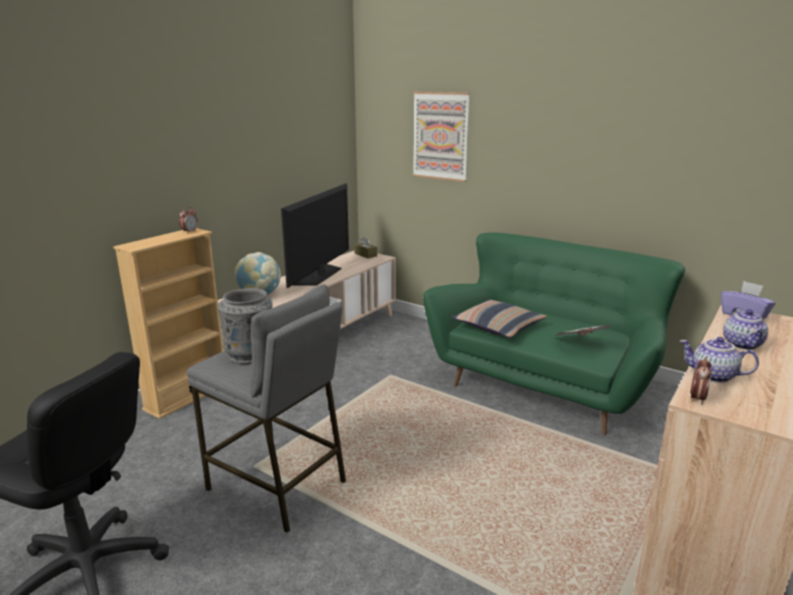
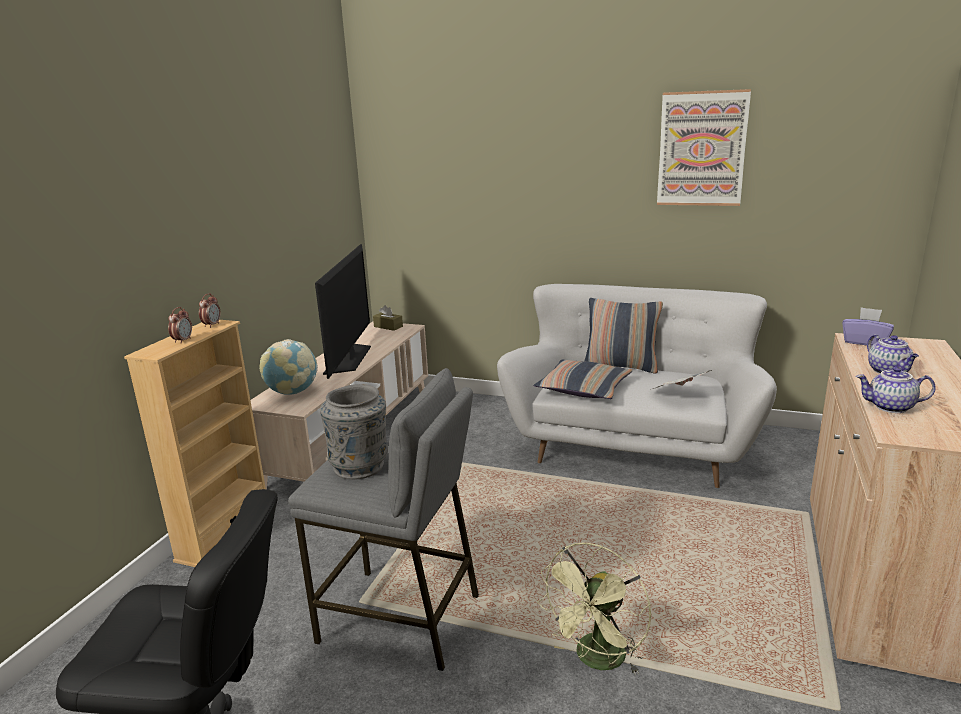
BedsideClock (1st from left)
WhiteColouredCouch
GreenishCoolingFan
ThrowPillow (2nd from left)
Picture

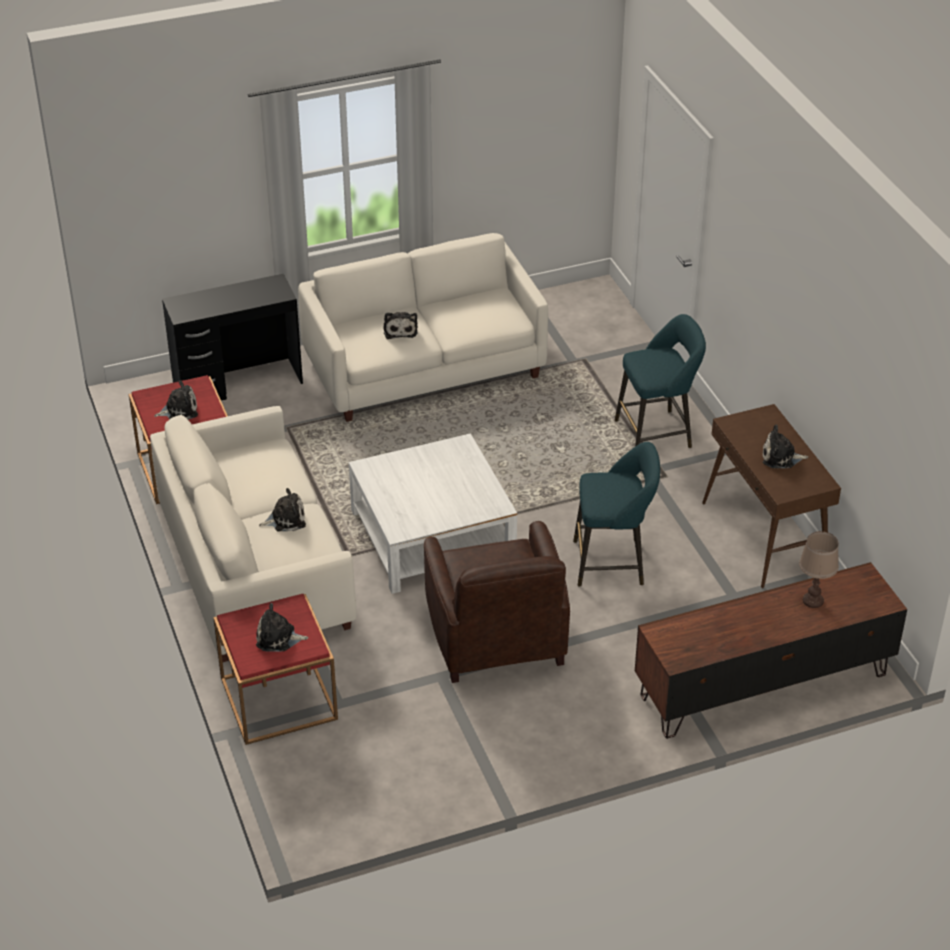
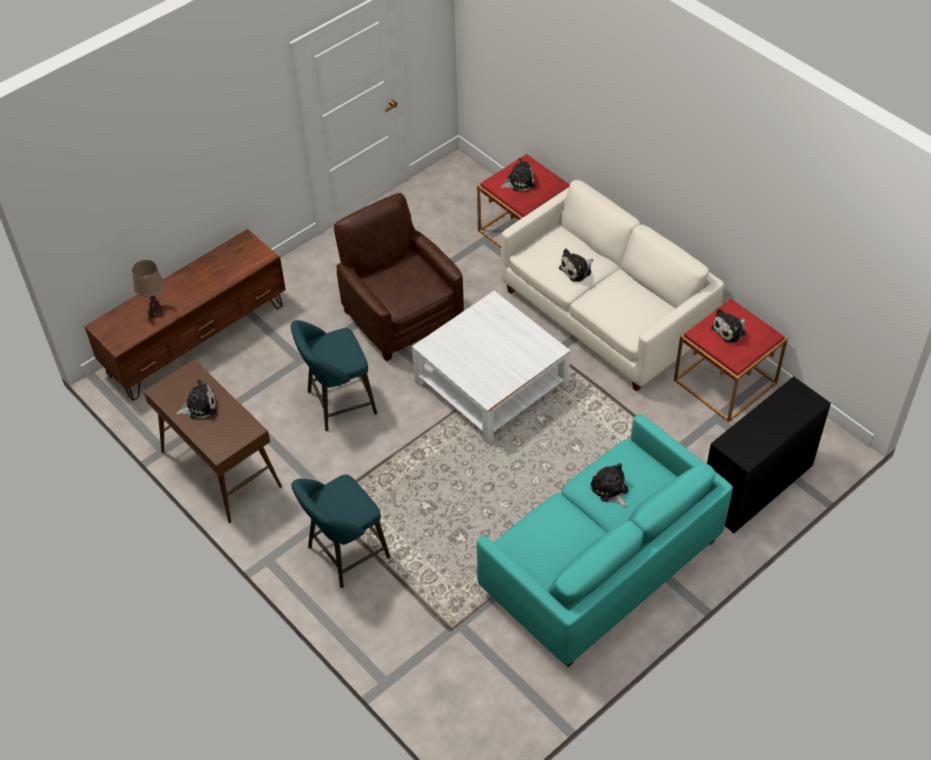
TurquoiseCouch

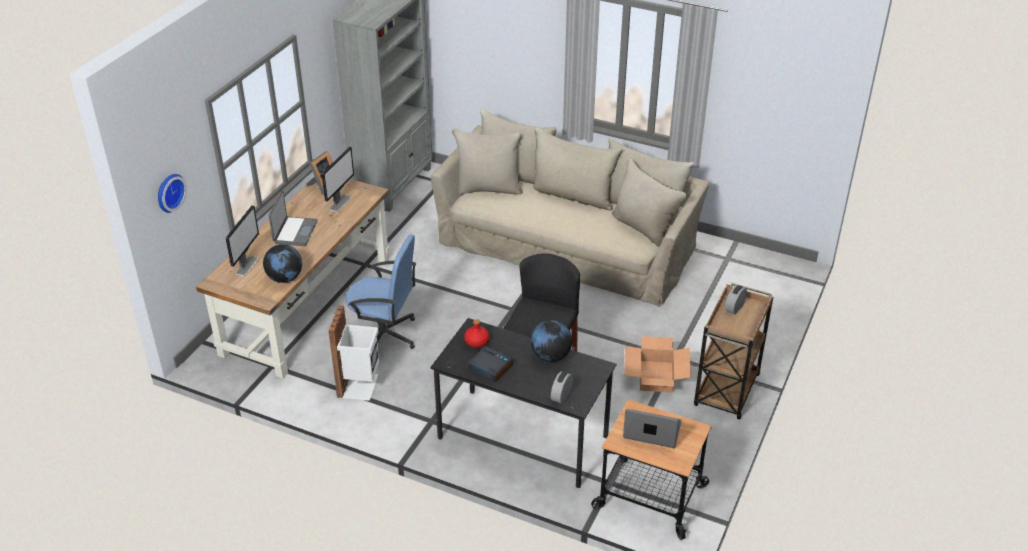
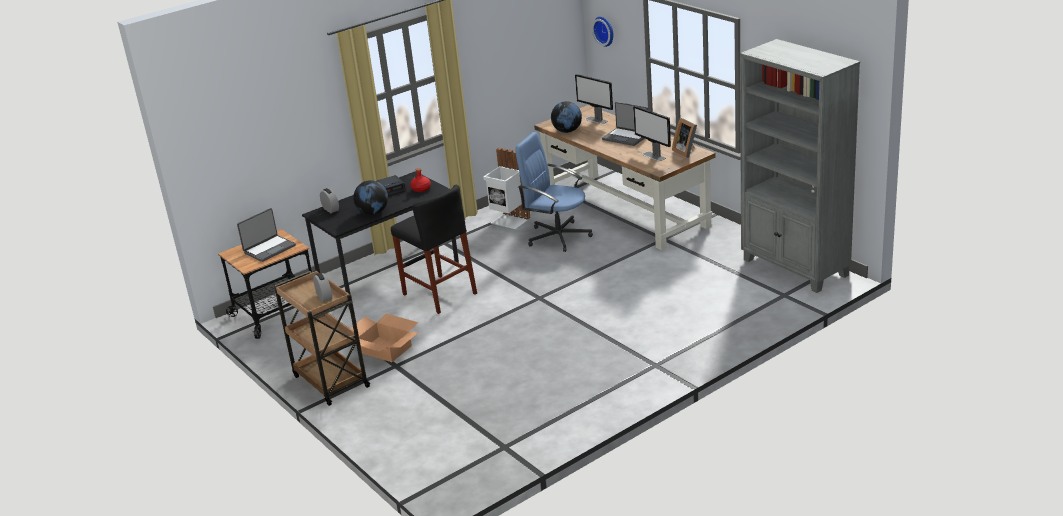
BlueDeskChair
SandColouredCouch

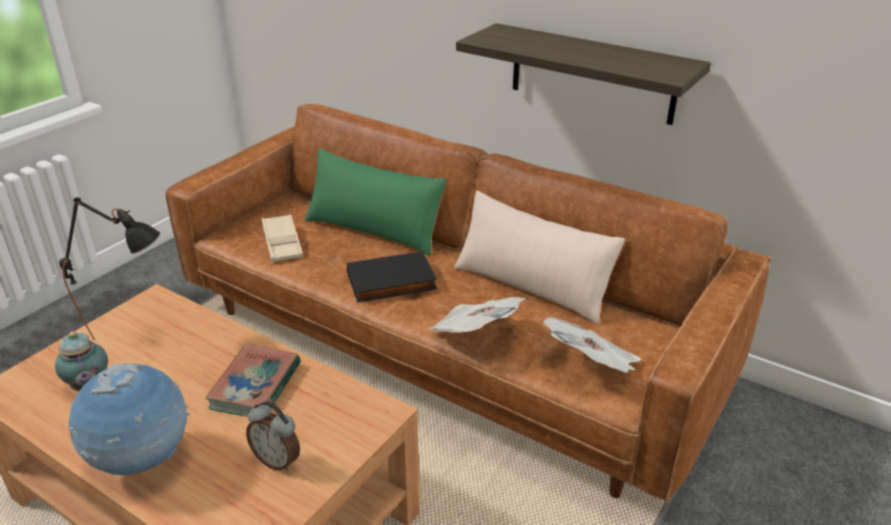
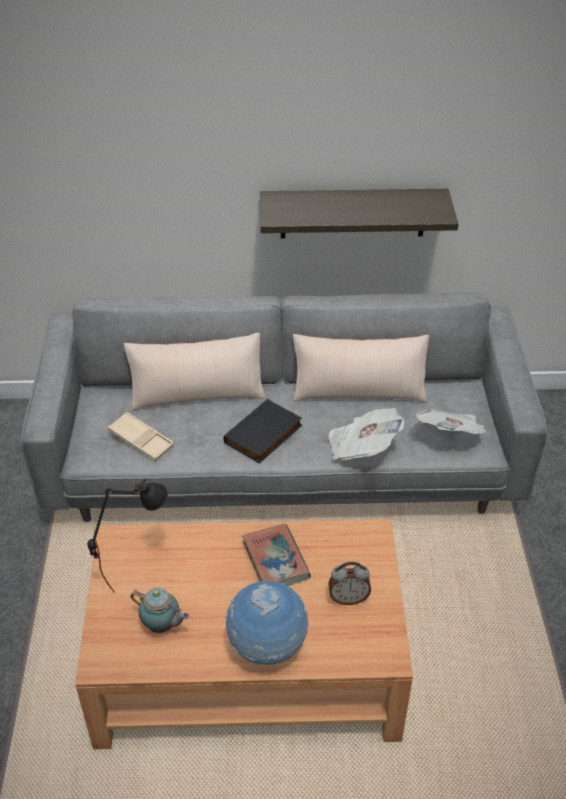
GreyCouch
SandColouredThrowPillow (1st from left)

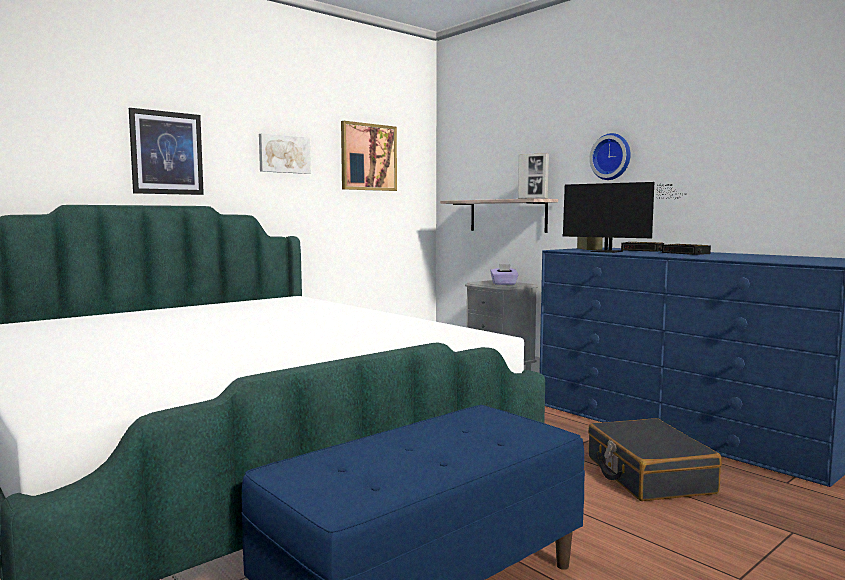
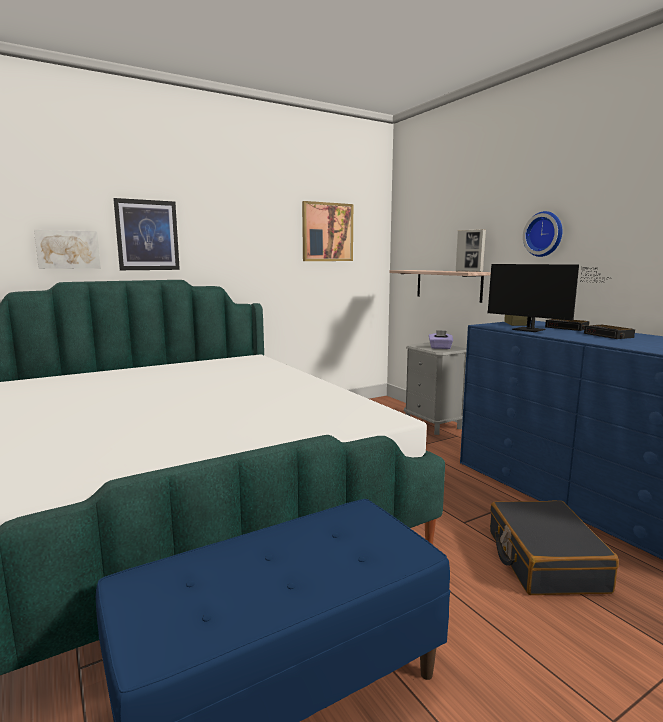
Picture (1st from left)

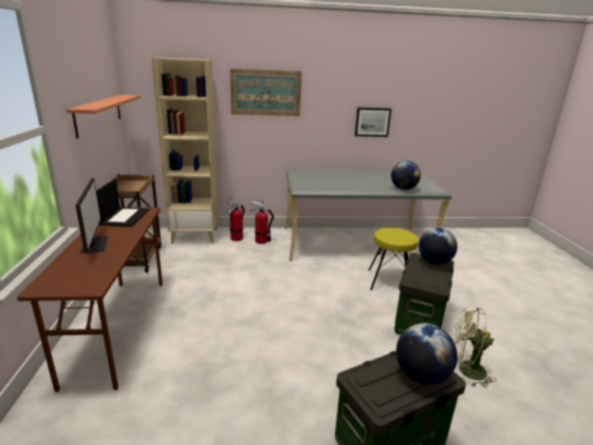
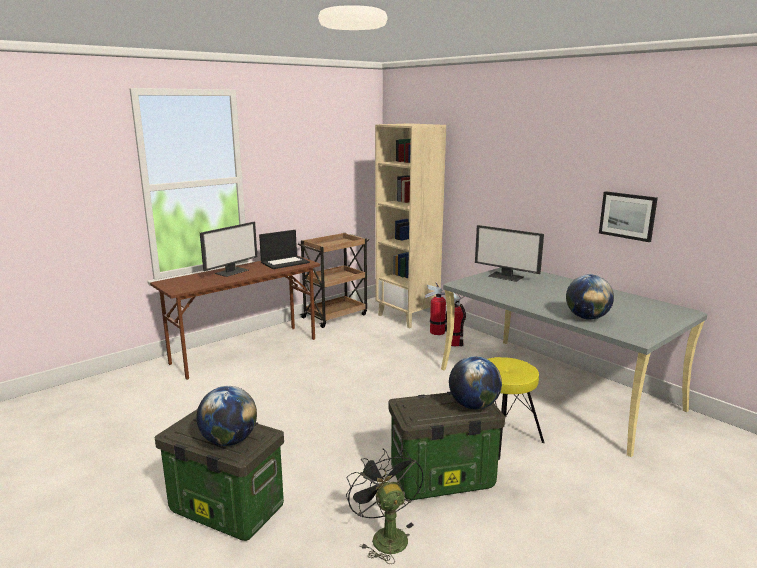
BlackColouredCoolingFan
Monitor (2nd from left)
WallShelf
Picture (1st from left in the first image)

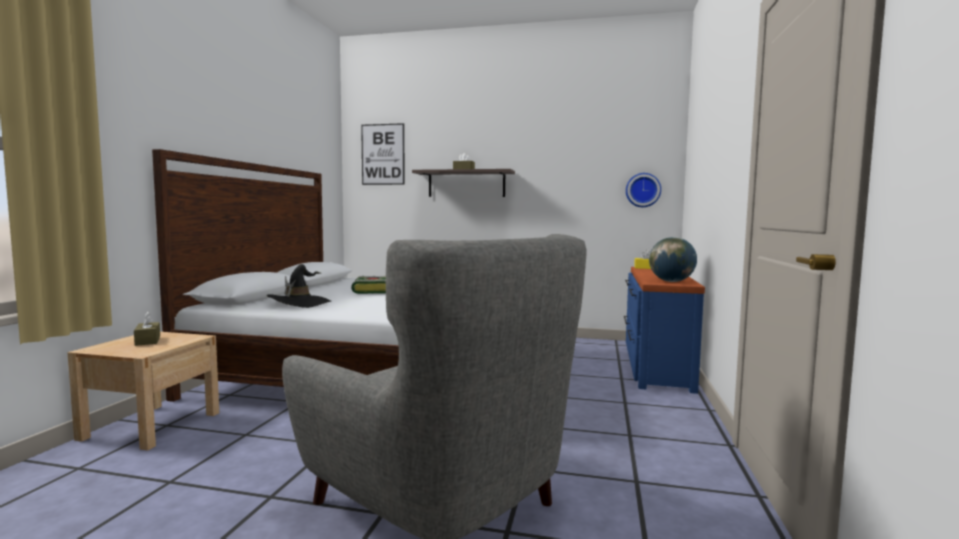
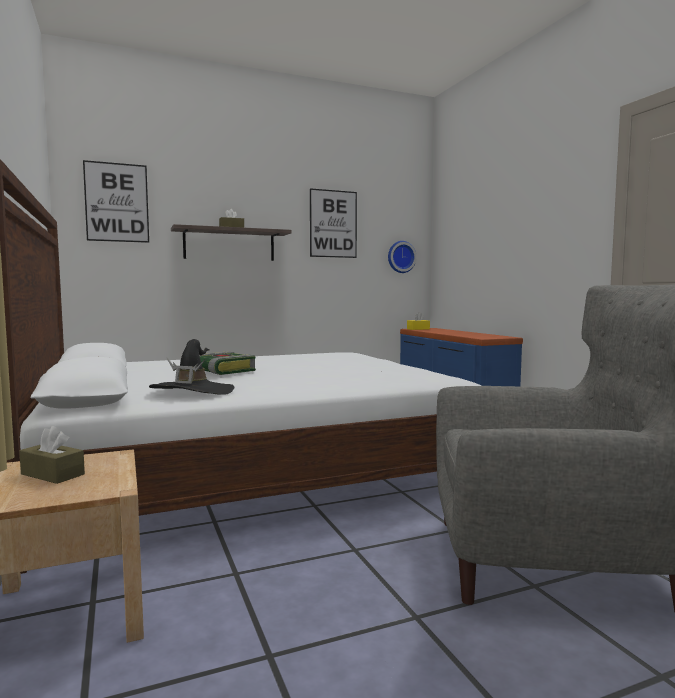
Picture (2nd from left)
DeskGlobe

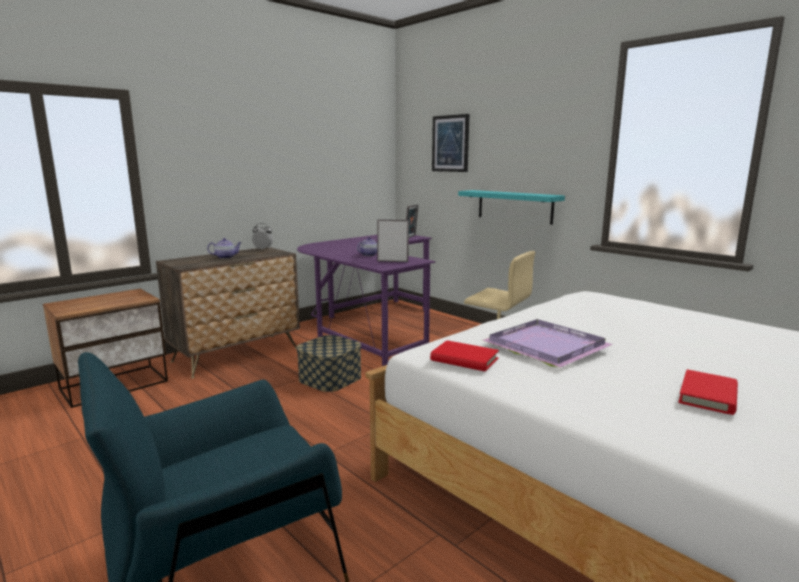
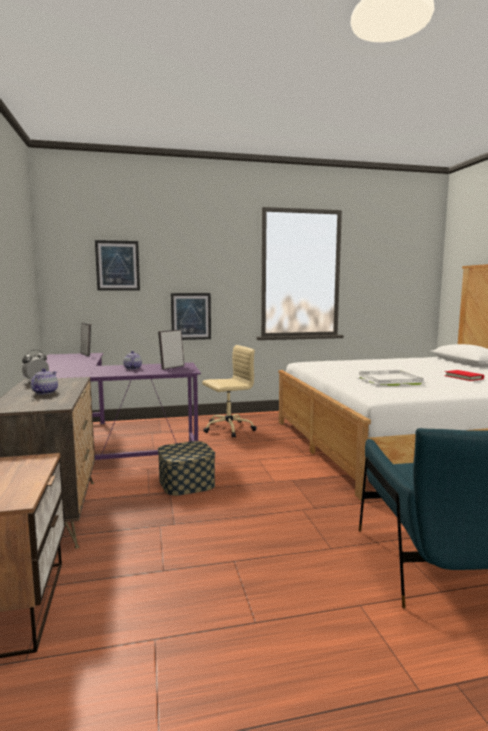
Picture (2nd from left)
WhiteColouredCarryingTray
RedColouredBook (1st from left in the first image)

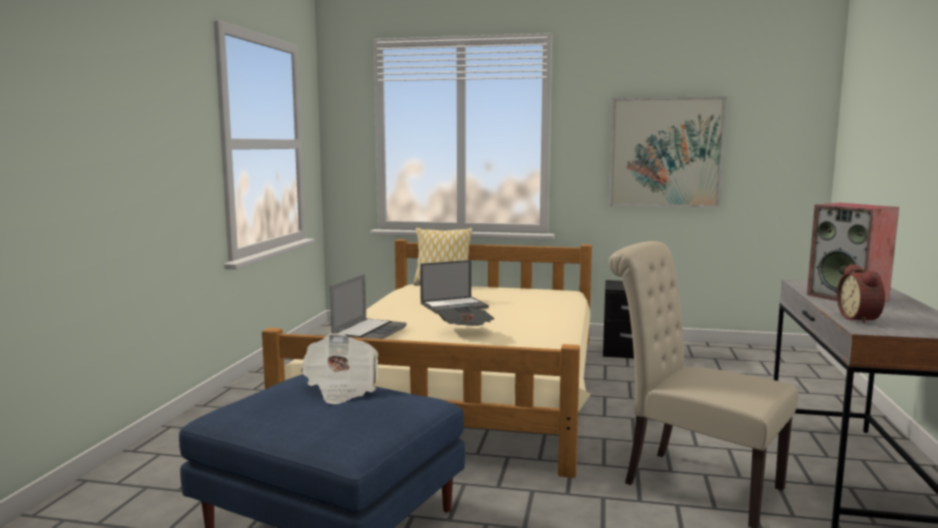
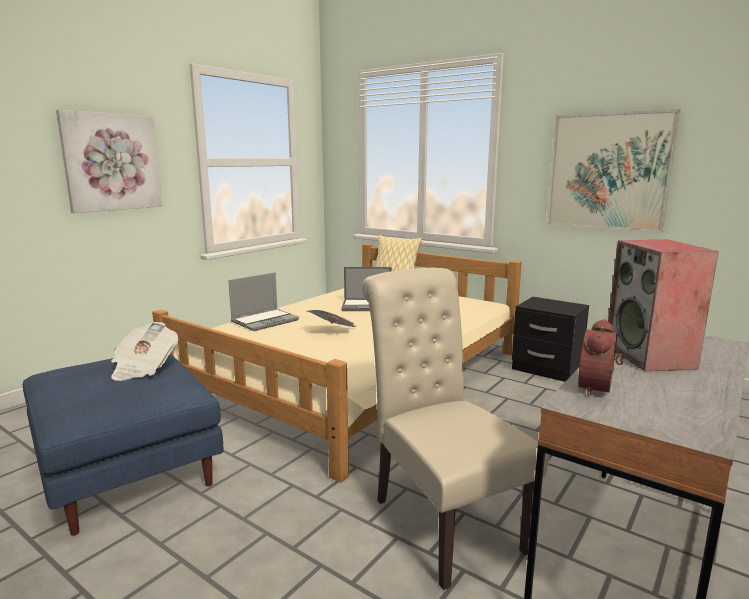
Picture (1st from left)

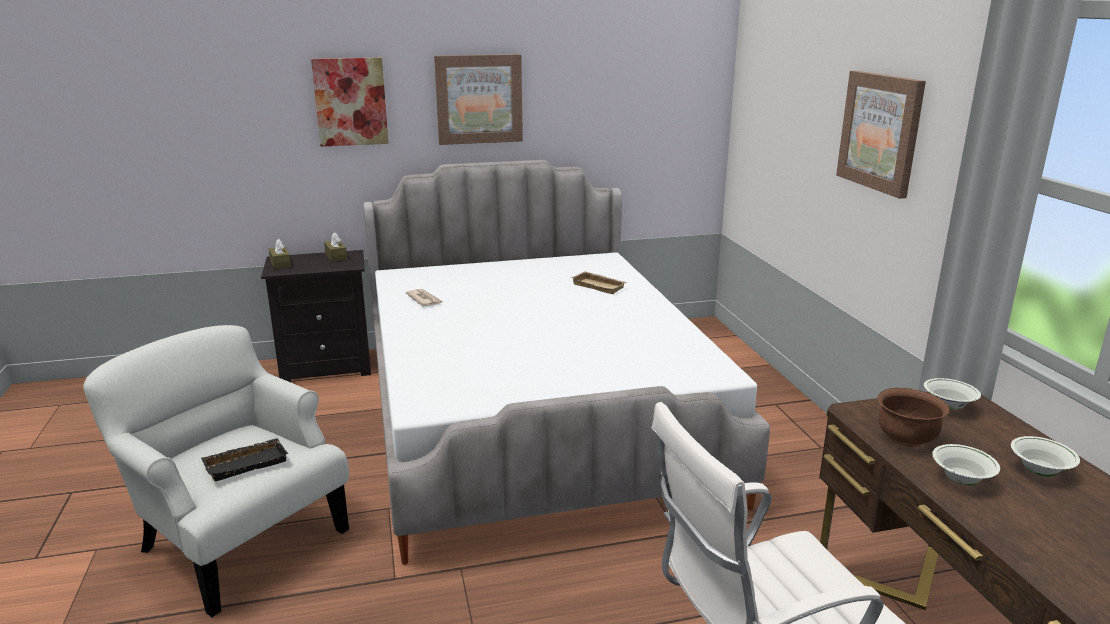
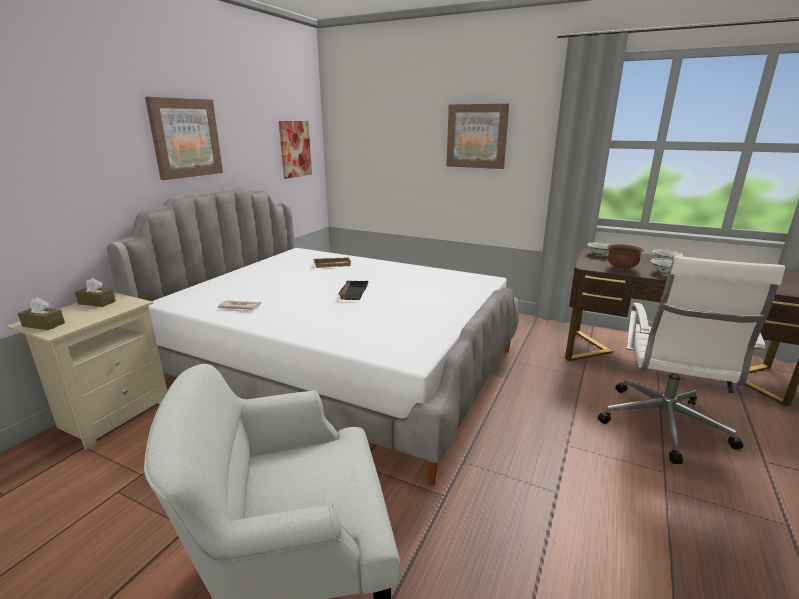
SandColouredBedsideTable
Picture (2nd from left)
BlackColouredCarryingTray

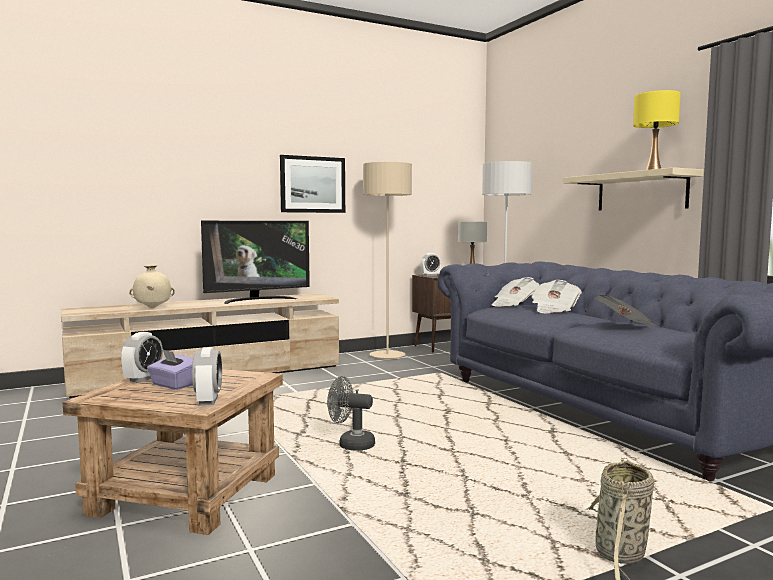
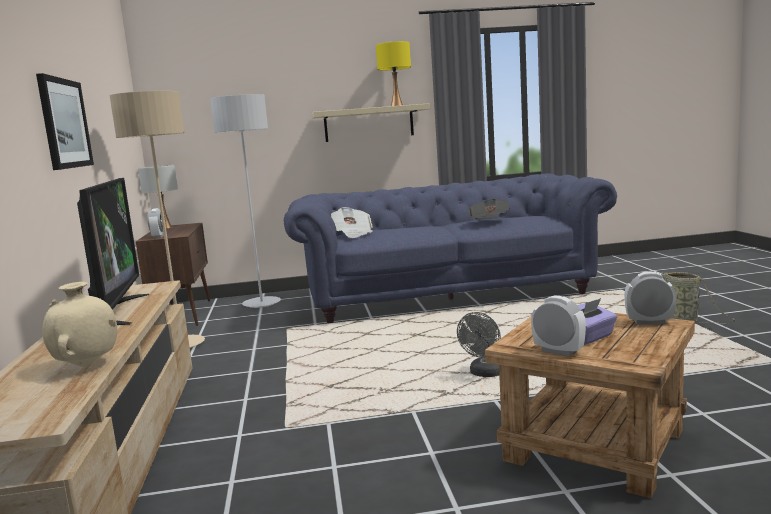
DailyPaper (2nd from left in the first image)

